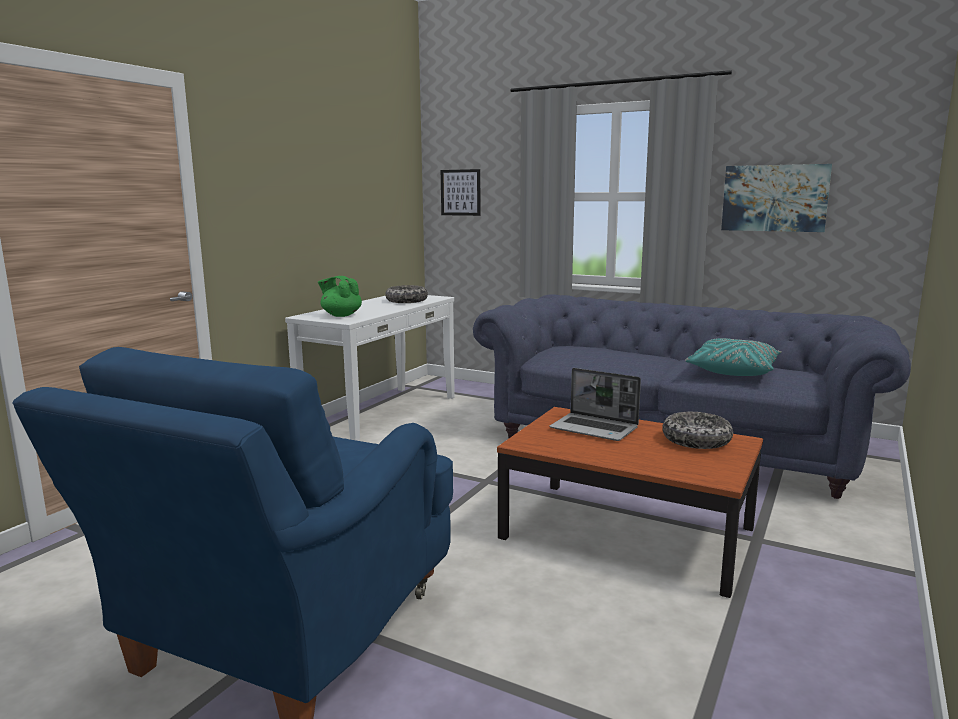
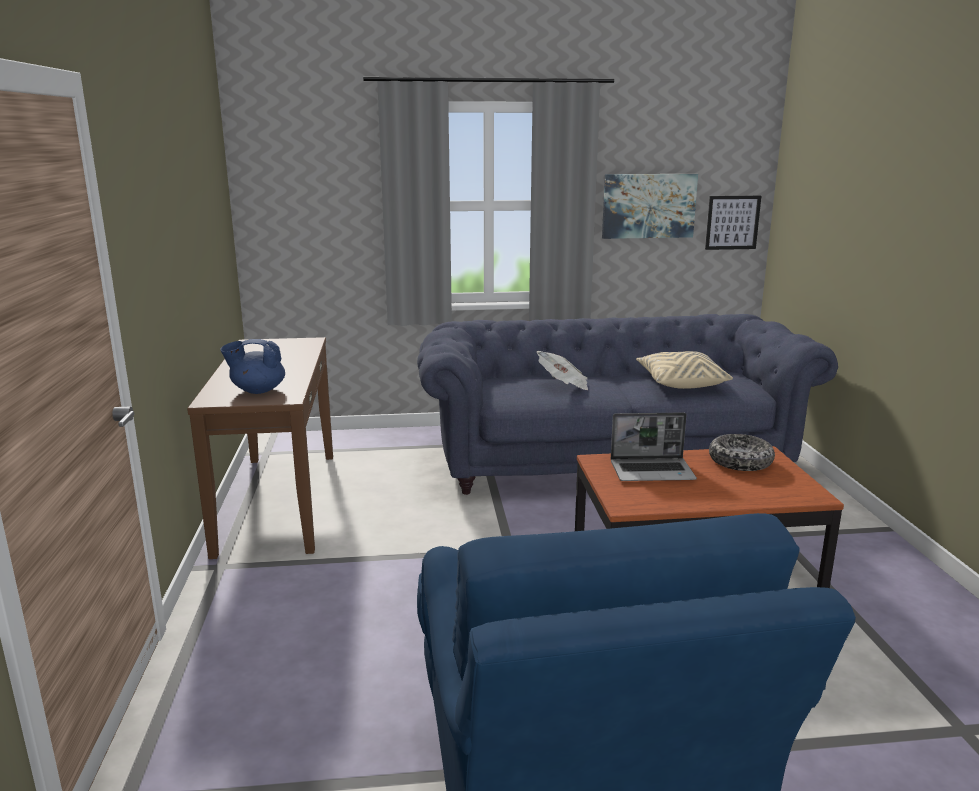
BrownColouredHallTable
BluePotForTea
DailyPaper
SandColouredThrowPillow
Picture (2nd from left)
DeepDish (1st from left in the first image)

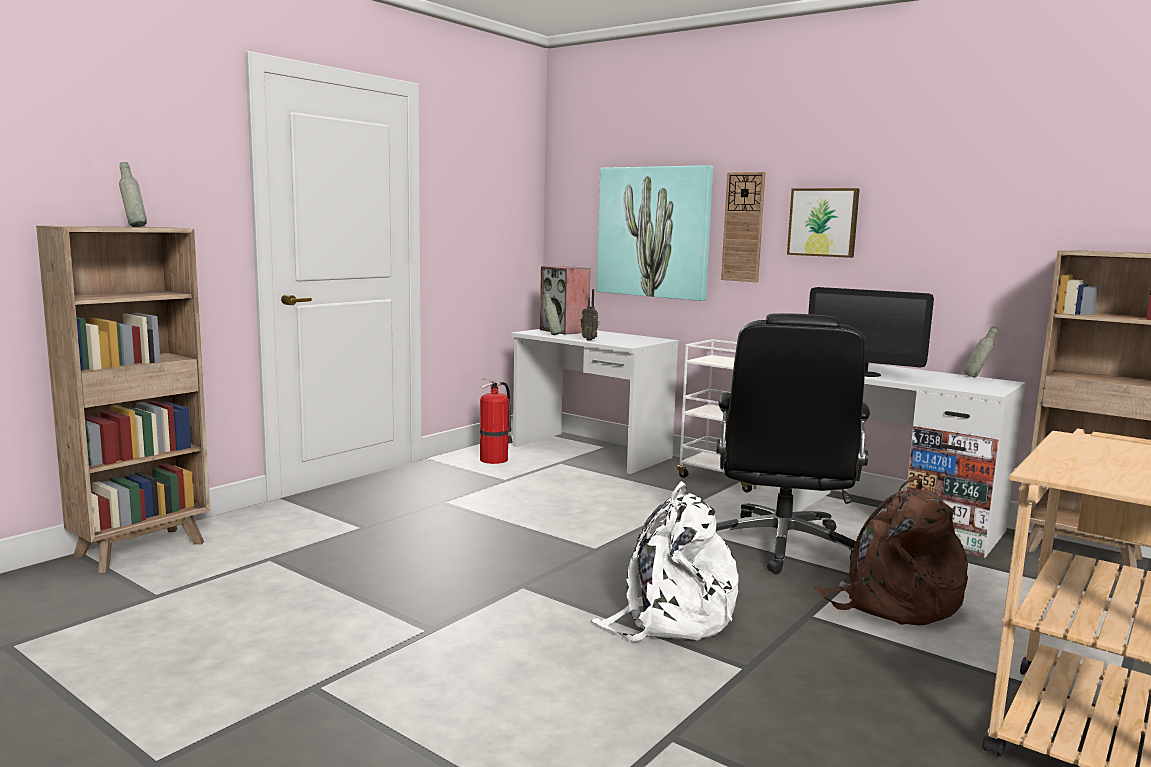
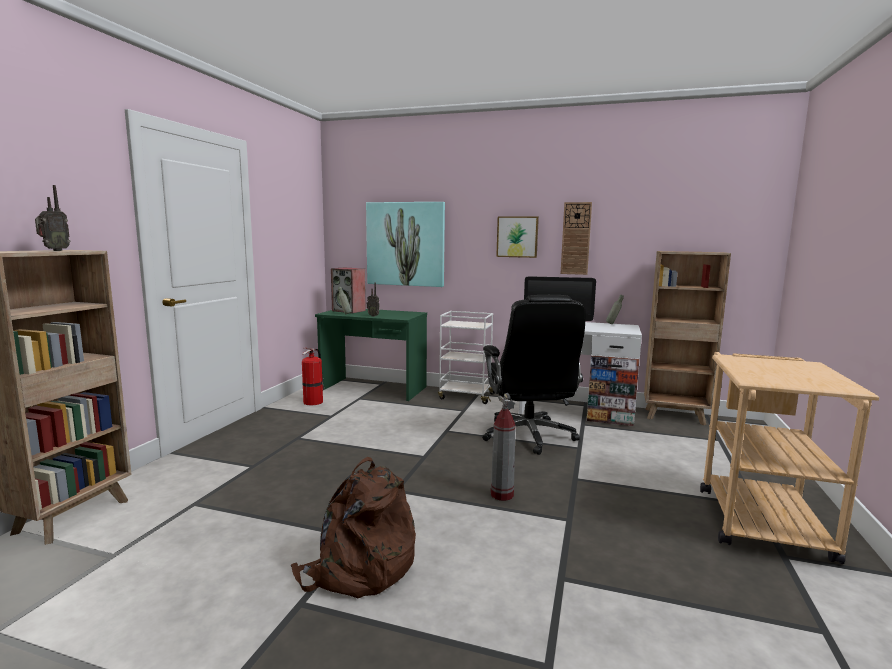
Radio (1st from left)
BrownColouredKnapsack
GreenishDesk
FireFightingCylinder (2nd from left)
WallClock

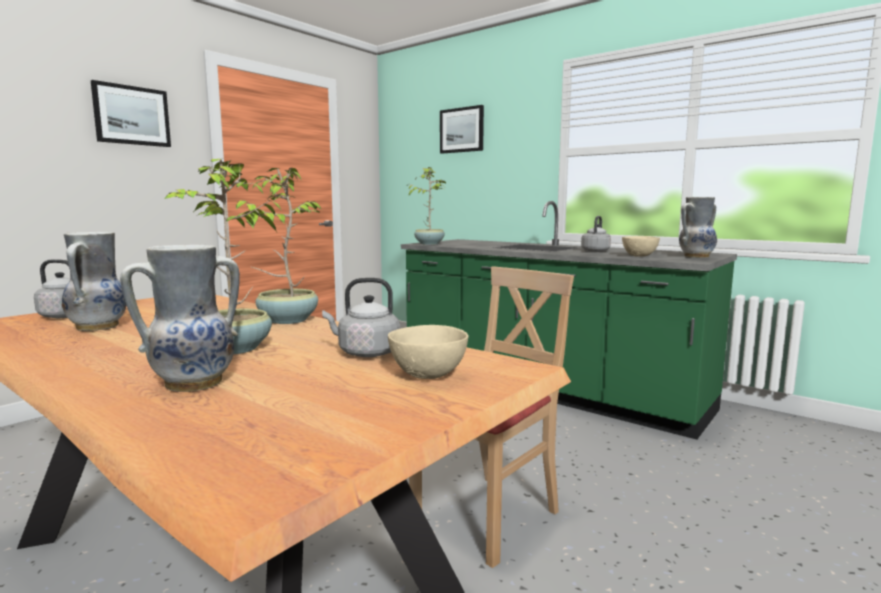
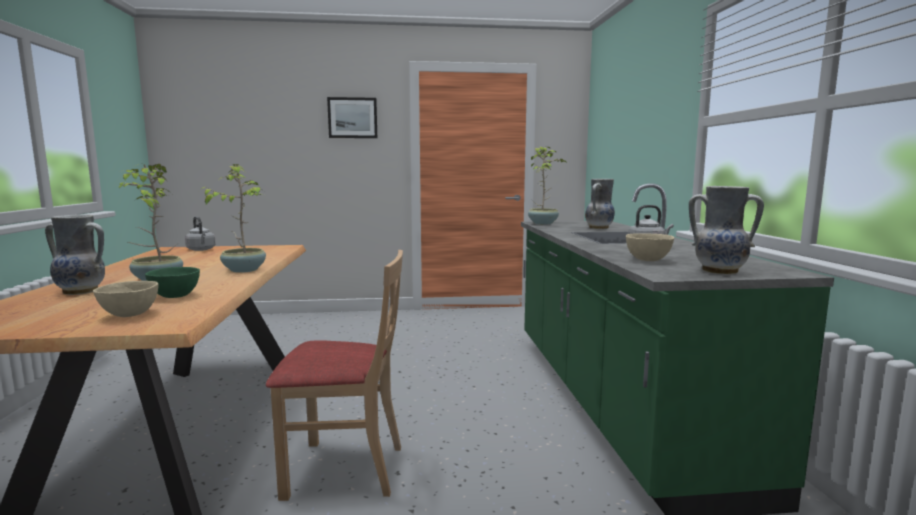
GreenishDeepDish
Vase (2nd from left)
Picture (2nd from left in the first image)

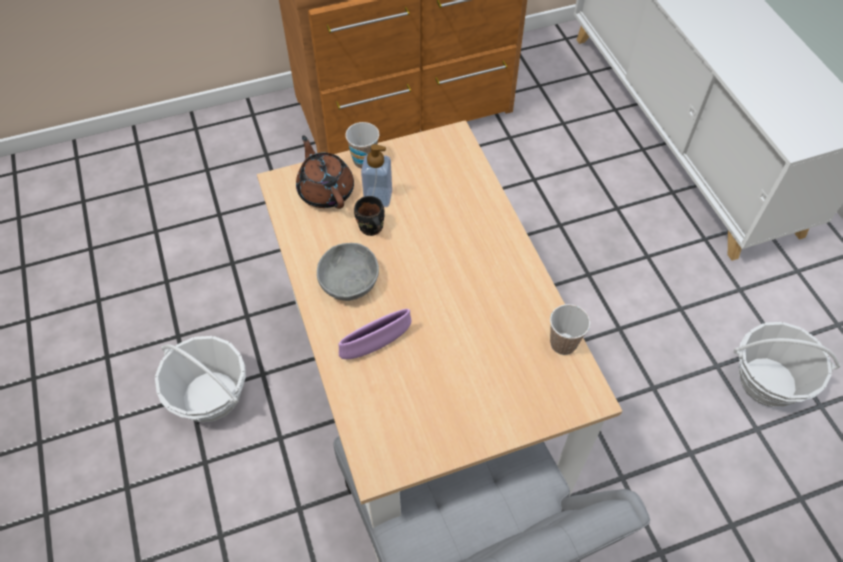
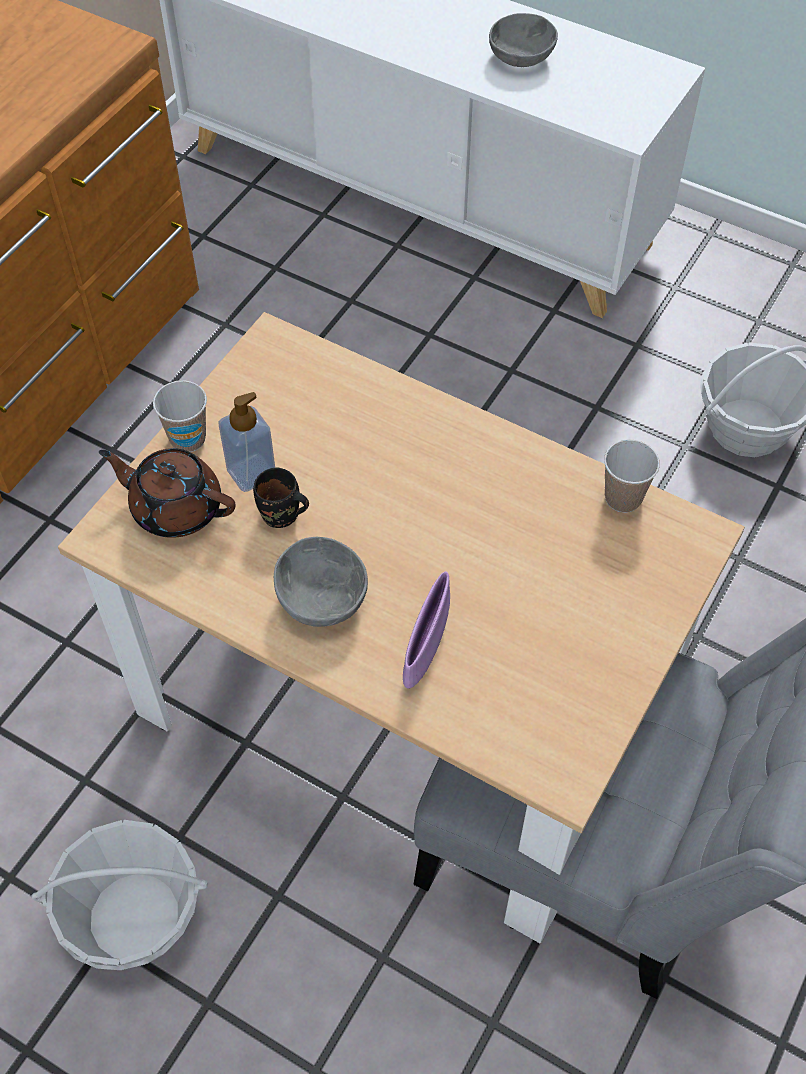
GreyDeepDish (2nd from left)

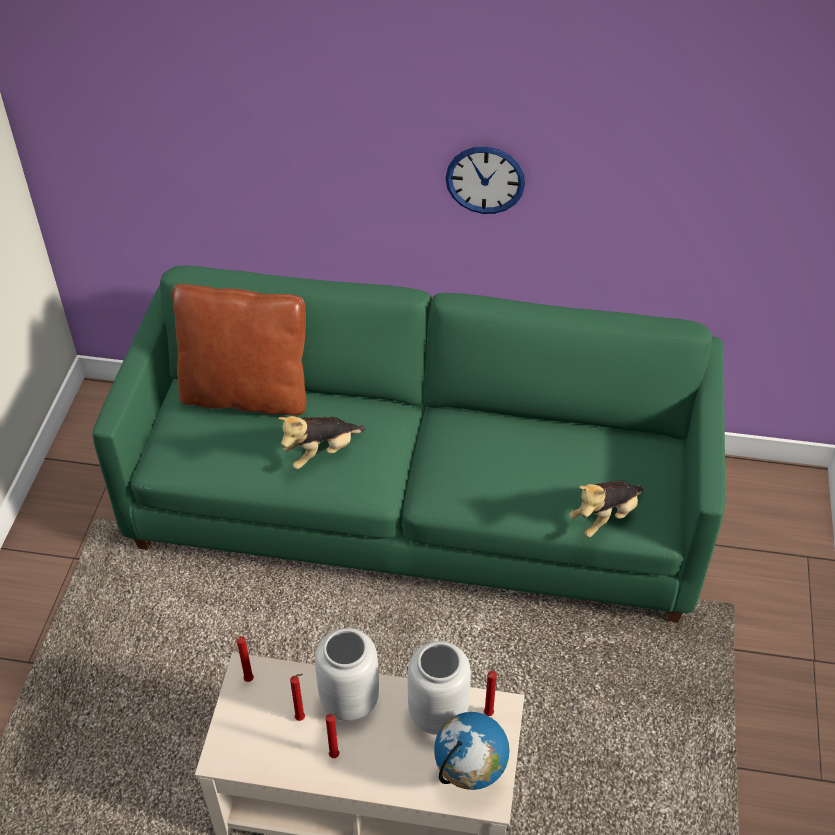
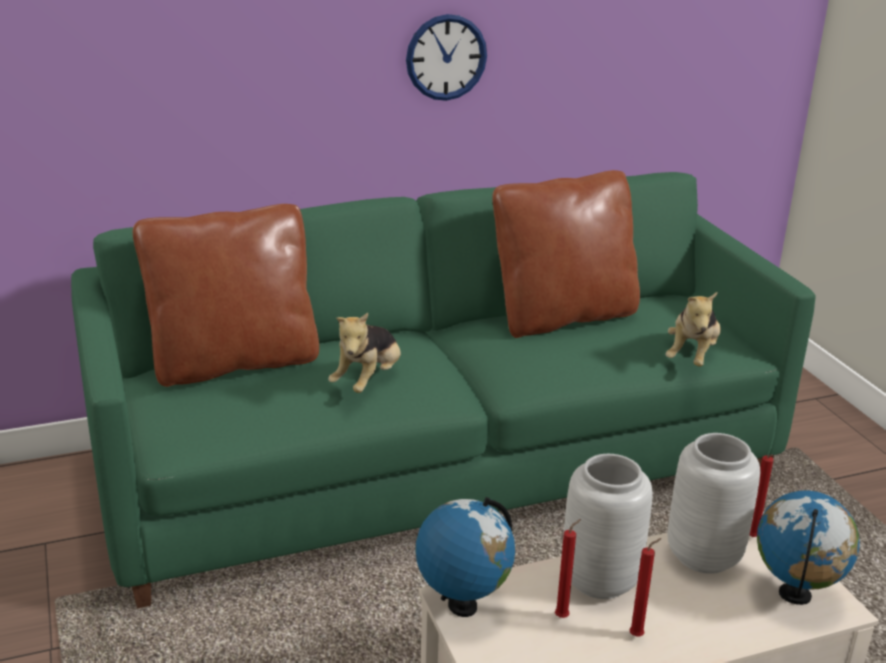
DeskGlobe (1st from left)
BrownColouredThrowPillow (2nd from left)

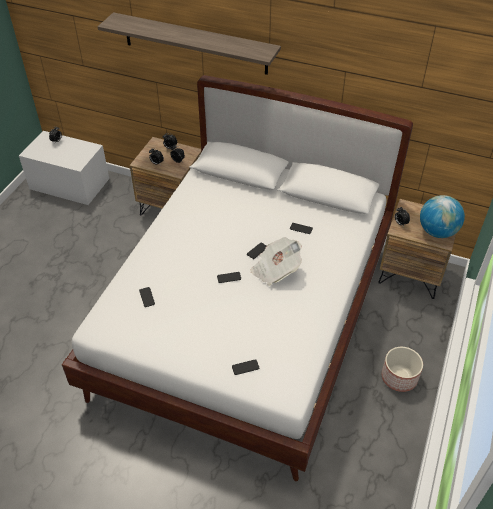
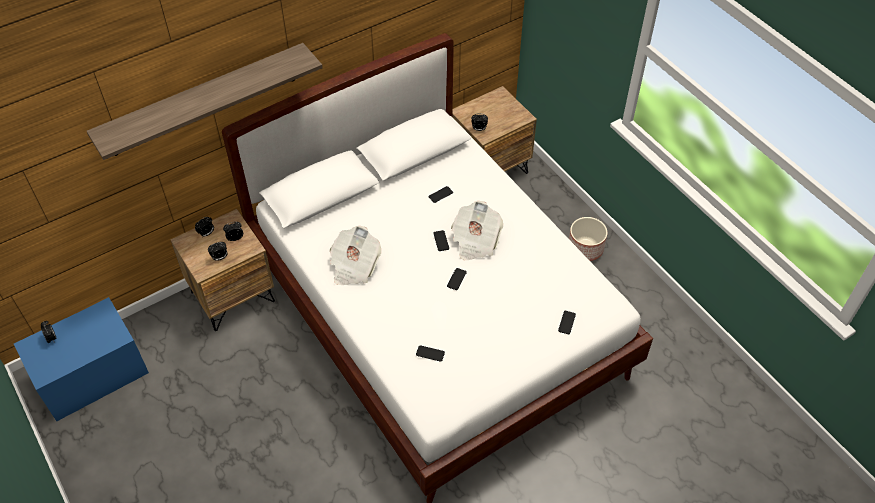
BlueStorageContainer
DailyPaper (1st from left)
DeskGlobe

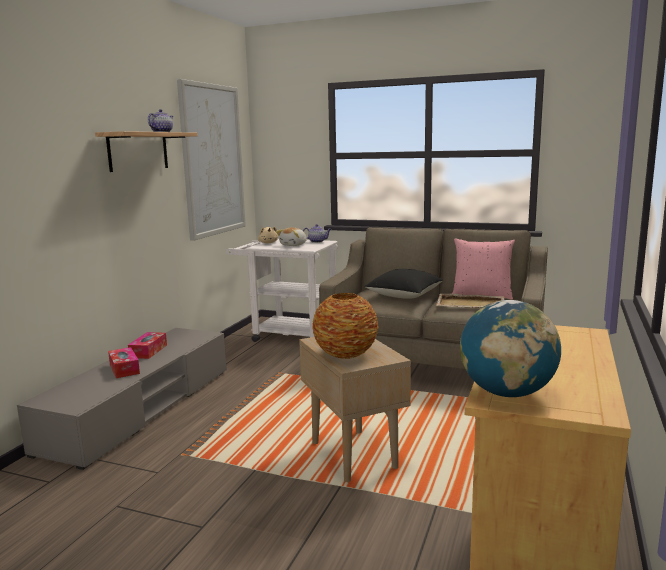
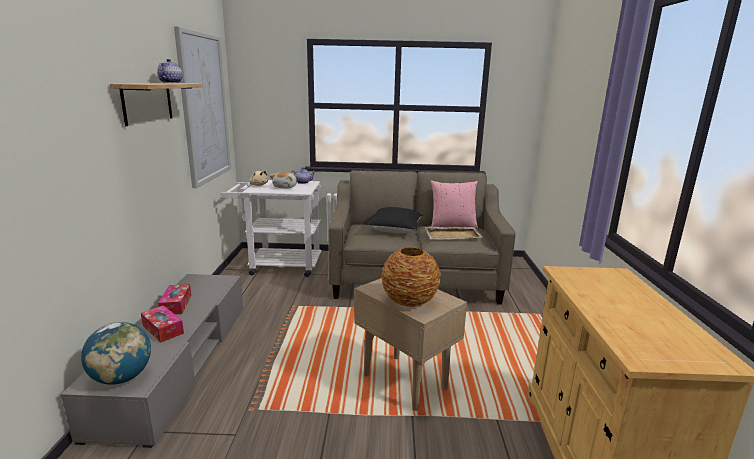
DeskGlobe

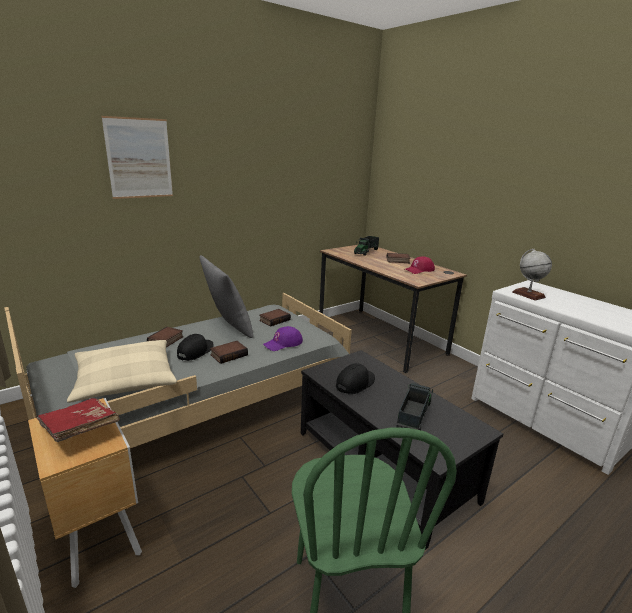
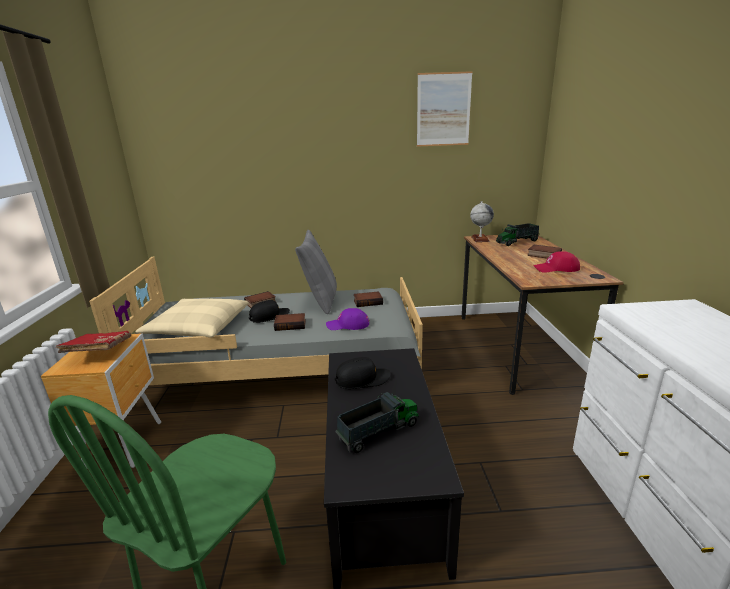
Picture
DeskGlobe

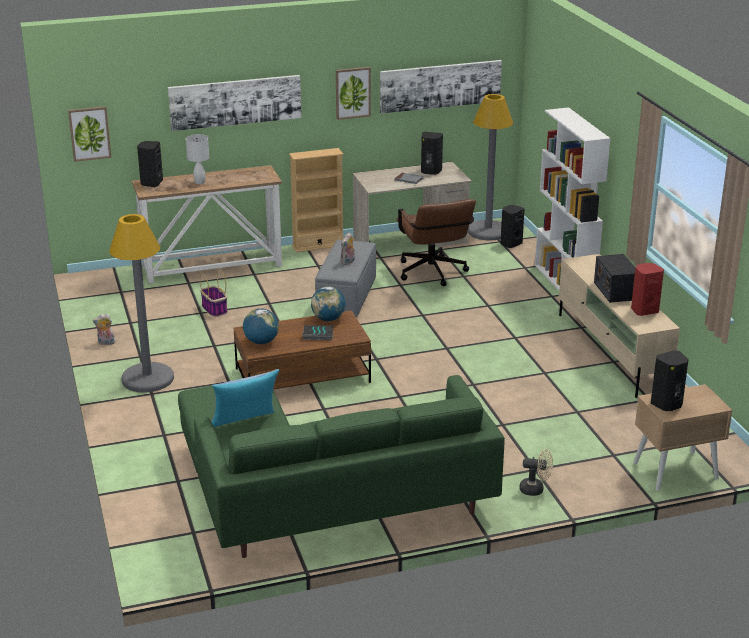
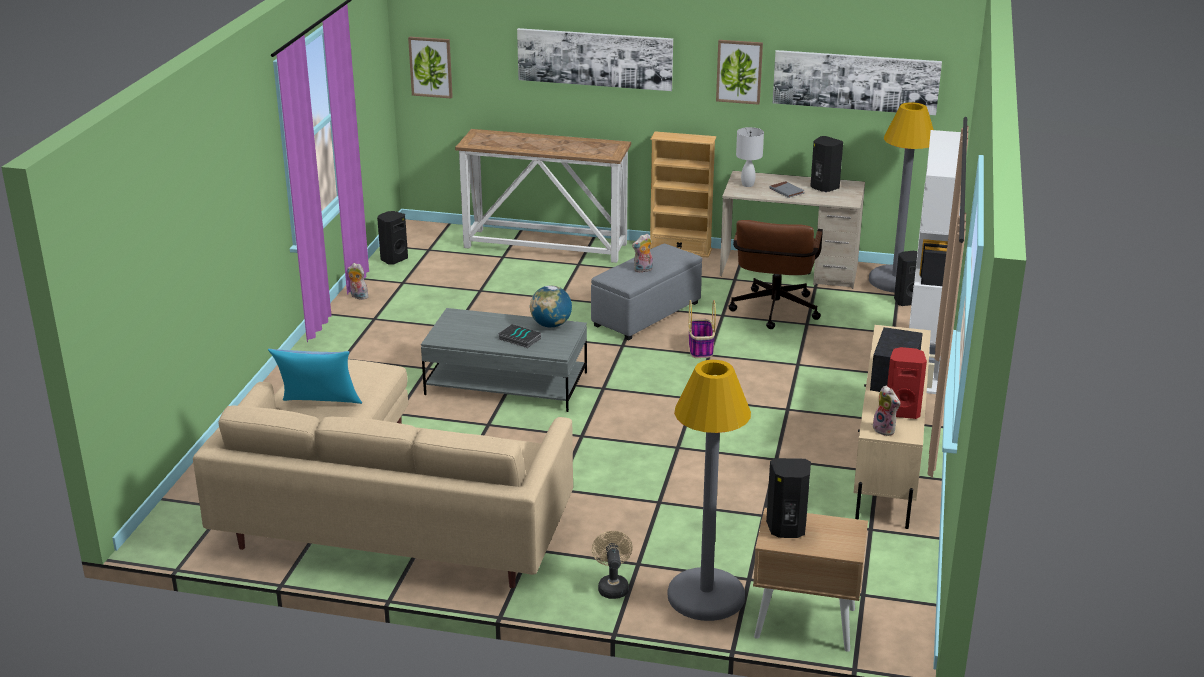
SandColouredCouch
BlackColouredLoudspeaker (1st from left)
GreyLowTable
SandColouredCoolingFan
GreyStandingLamp (1st from left)
HouseholdBasket
WhiteColouredTabletopLamp
SoftToy (3rd from left)
DeskGlobe (1st from left in the first image)

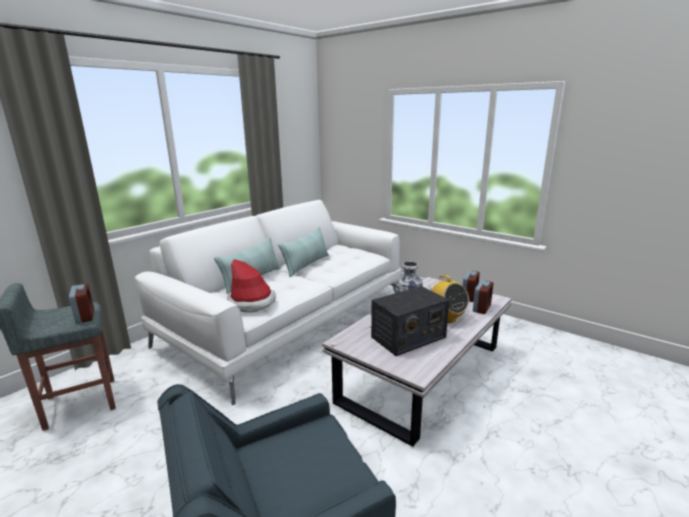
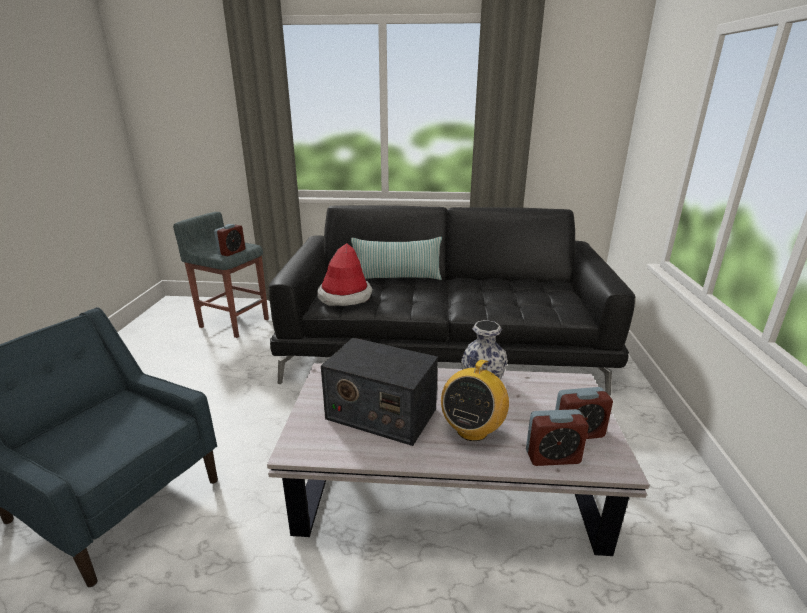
BlackColouredCouch
ThrowPillow (2nd from left in the first image)

